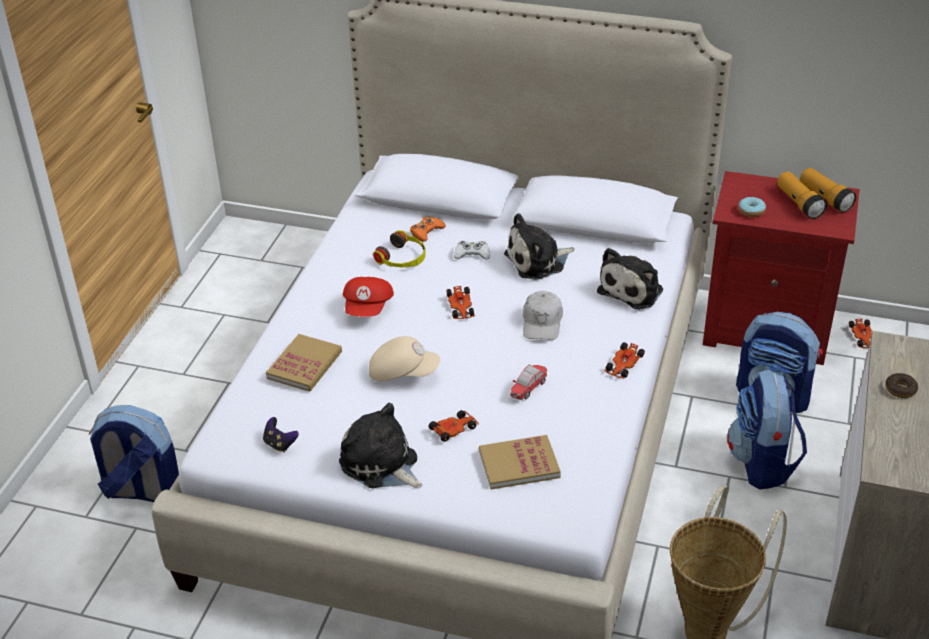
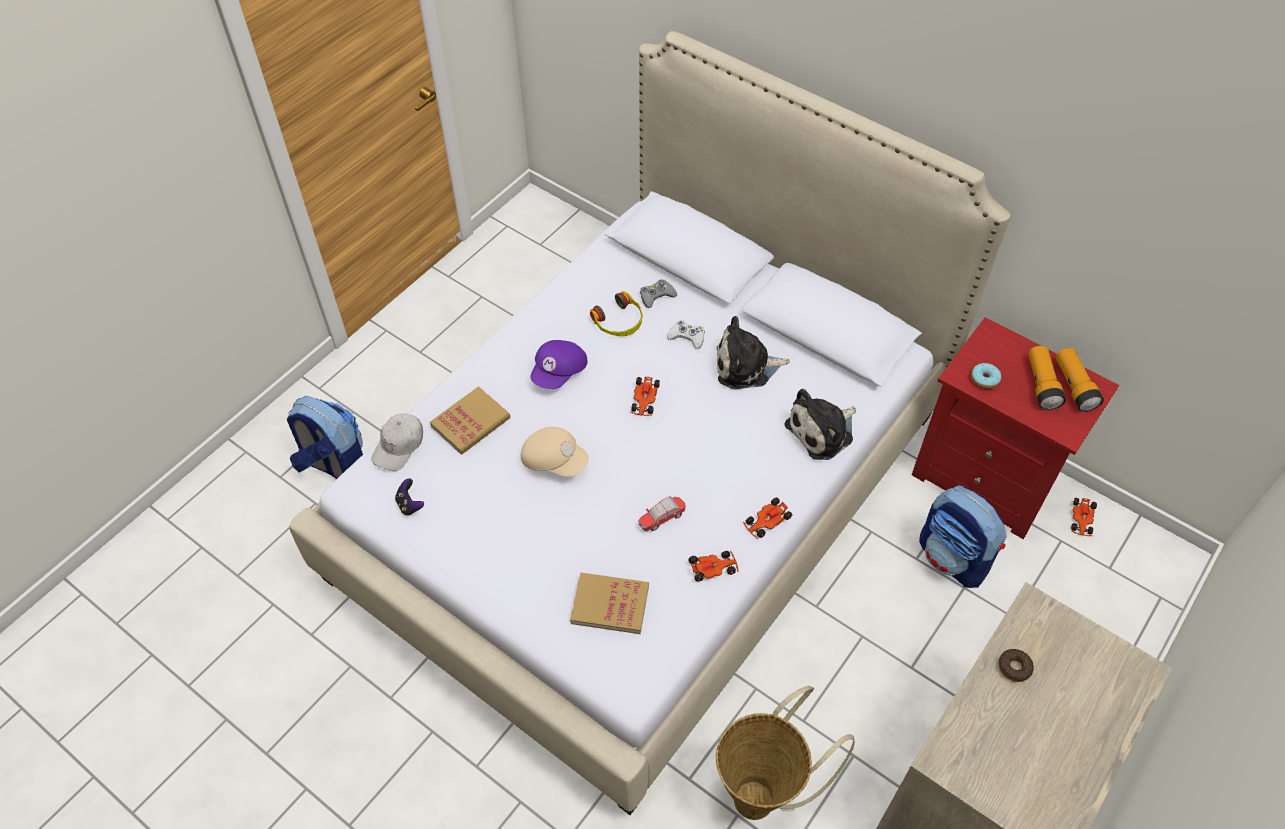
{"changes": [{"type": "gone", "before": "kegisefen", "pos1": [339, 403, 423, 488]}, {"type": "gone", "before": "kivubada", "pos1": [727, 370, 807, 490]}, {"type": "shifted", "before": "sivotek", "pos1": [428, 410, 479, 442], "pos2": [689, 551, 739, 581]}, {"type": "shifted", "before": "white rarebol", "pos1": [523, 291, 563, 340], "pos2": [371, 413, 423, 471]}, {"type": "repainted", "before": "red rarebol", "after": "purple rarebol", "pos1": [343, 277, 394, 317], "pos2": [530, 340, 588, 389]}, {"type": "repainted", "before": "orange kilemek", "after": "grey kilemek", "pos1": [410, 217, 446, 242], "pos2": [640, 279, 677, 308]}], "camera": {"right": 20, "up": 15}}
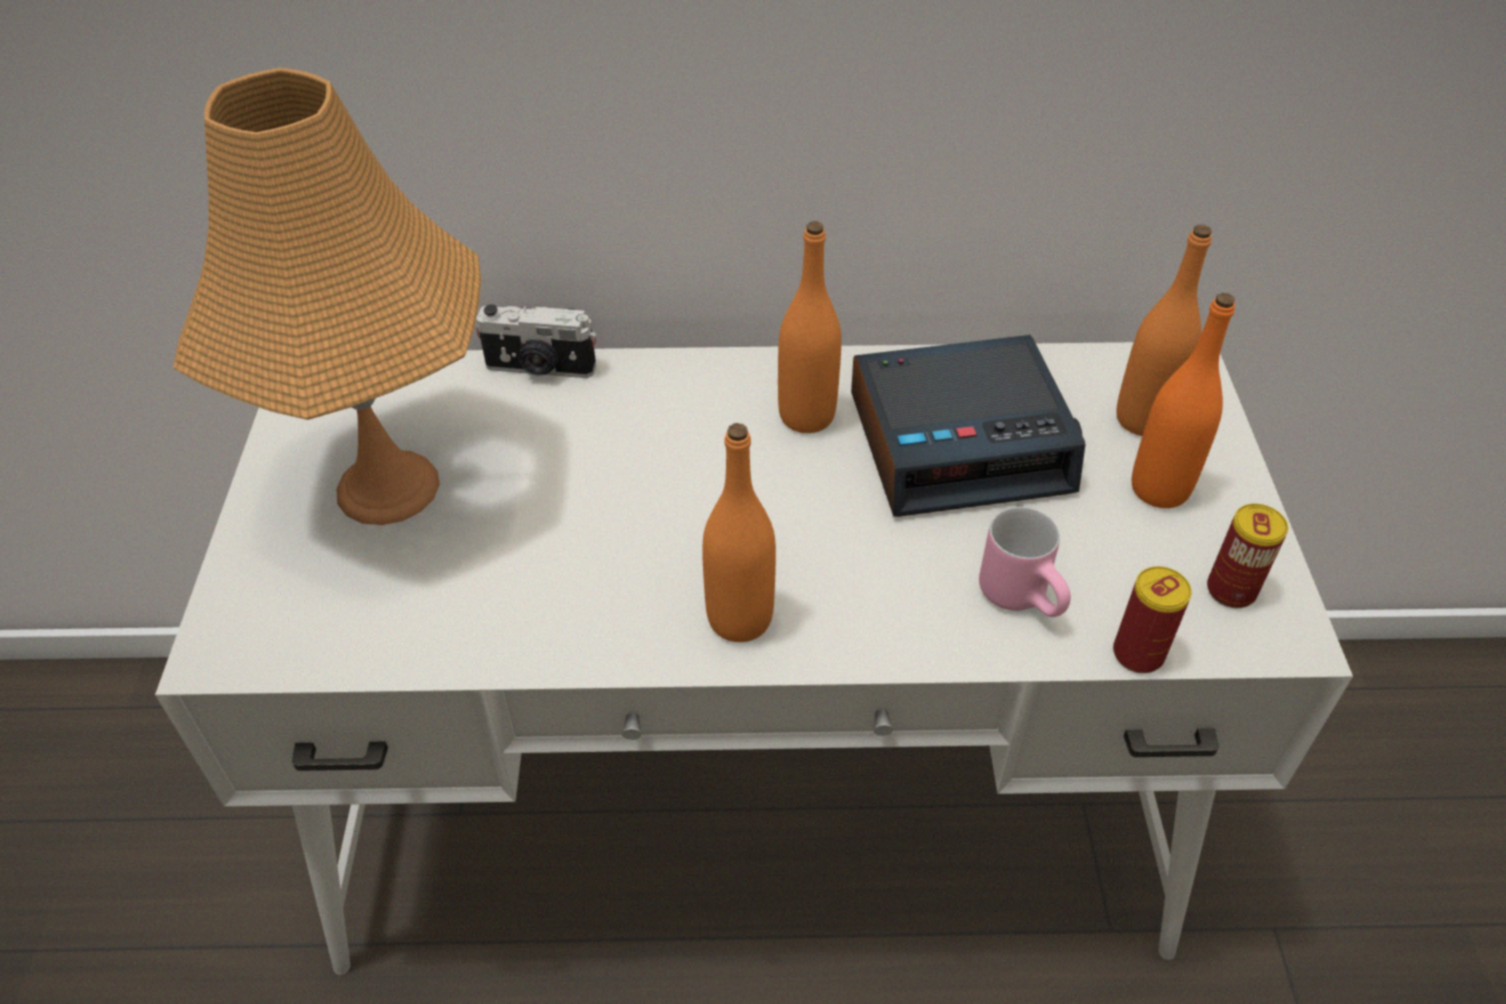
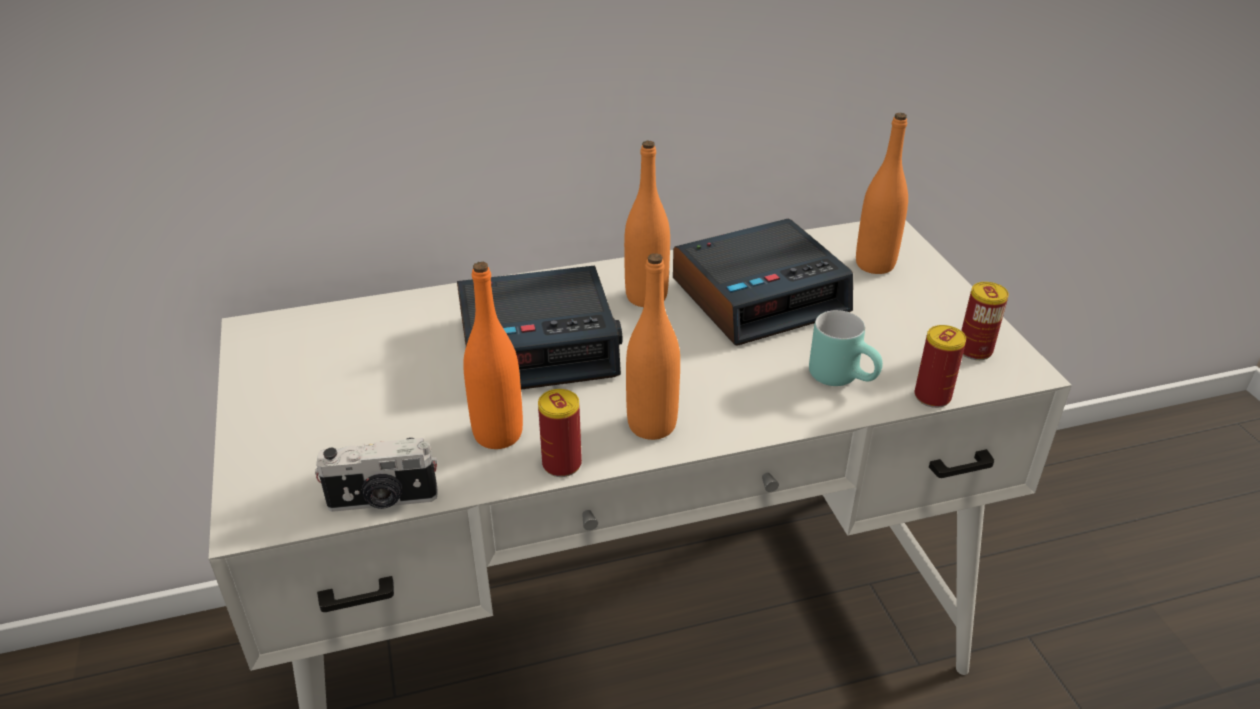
{"changes": [{"type": "gone", "before": "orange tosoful", "pos1": [173, 68, 481, 525]}, {"type": "new", "after": "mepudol", "pos2": [457, 265, 622, 390]}, {"type": "new", "after": "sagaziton", "pos2": [538, 389, 582, 477]}, {"type": "shifted", "before": "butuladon", "pos1": [476, 304, 596, 378], "pos2": [315, 438, 437, 512]}, {"type": "shifted", "before": "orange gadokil", "pos1": [1132, 293, 1235, 508], "pos2": [463, 262, 523, 449]}, {"type": "repainted", "before": "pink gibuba", "after": "turquoise gibuba", "pos1": [979, 507, 1071, 617], "pos2": [809, 310, 883, 386]}], "camera": {"right": -15, "up": -10}}
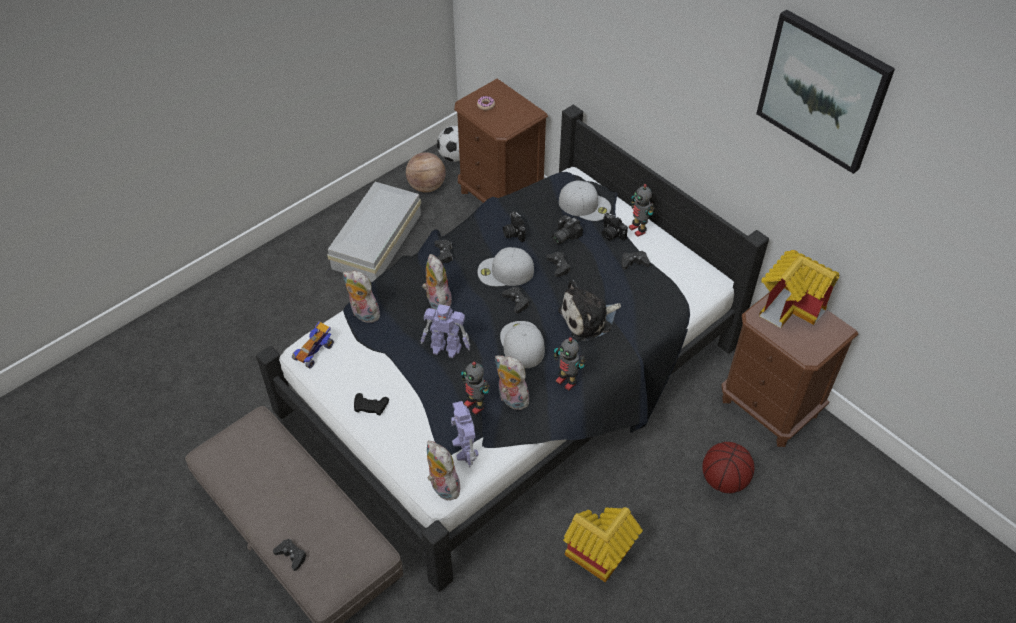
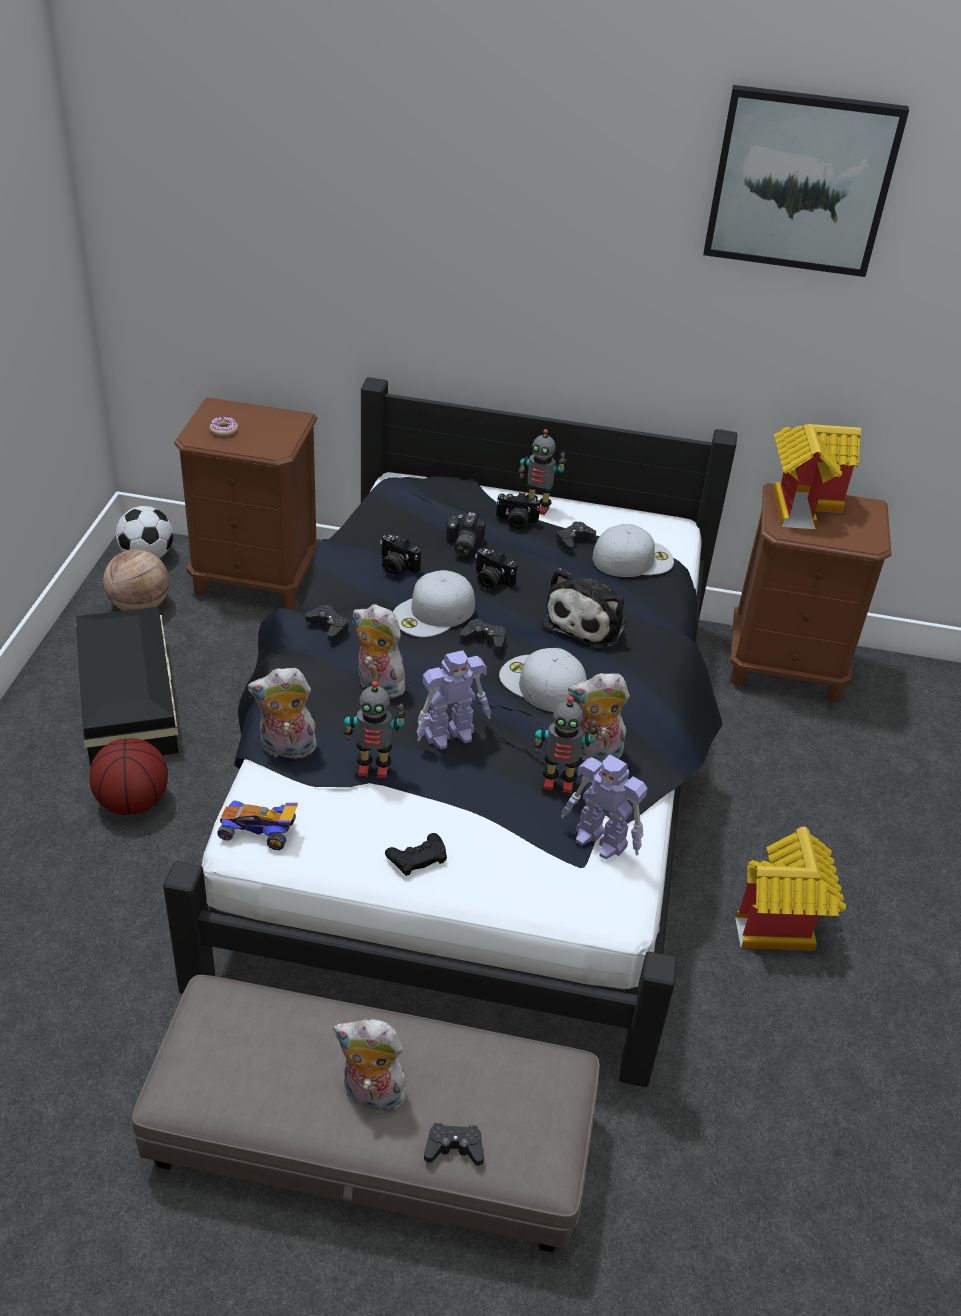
{"changes": [{"type": "shifted", "before": "kegisefen", "pos1": [427, 441, 460, 500], "pos2": [333, 1019, 411, 1117]}, {"type": "shifted", "before": "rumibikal", "pos1": [553, 337, 586, 390], "pos2": [343, 681, 406, 778]}, {"type": "shifted", "before": "white rarebol", "pos1": [559, 181, 611, 221], "pos2": [592, 524, 674, 577]}, {"type": "shifted", "before": "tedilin", "pos1": [702, 442, 754, 493], "pos2": [89, 738, 168, 815]}, {"type": "swapped", "before": "black kilemek", "after": "butuladon", "pos1": [546, 252, 570, 277], "pos2": [475, 548, 517, 590]}, {"type": "repainted", "before": "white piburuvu", "after": "black piburuvu", "pos1": [327, 182, 421, 282], "pos2": [76, 607, 179, 766]}, {"type": "rotated", "before": "sivotek", "pos1": [292, 321, 334, 368], "pos2": [217, 801, 298, 850], "turn": 105}], "camera": {"right": -40, "up": -10}}
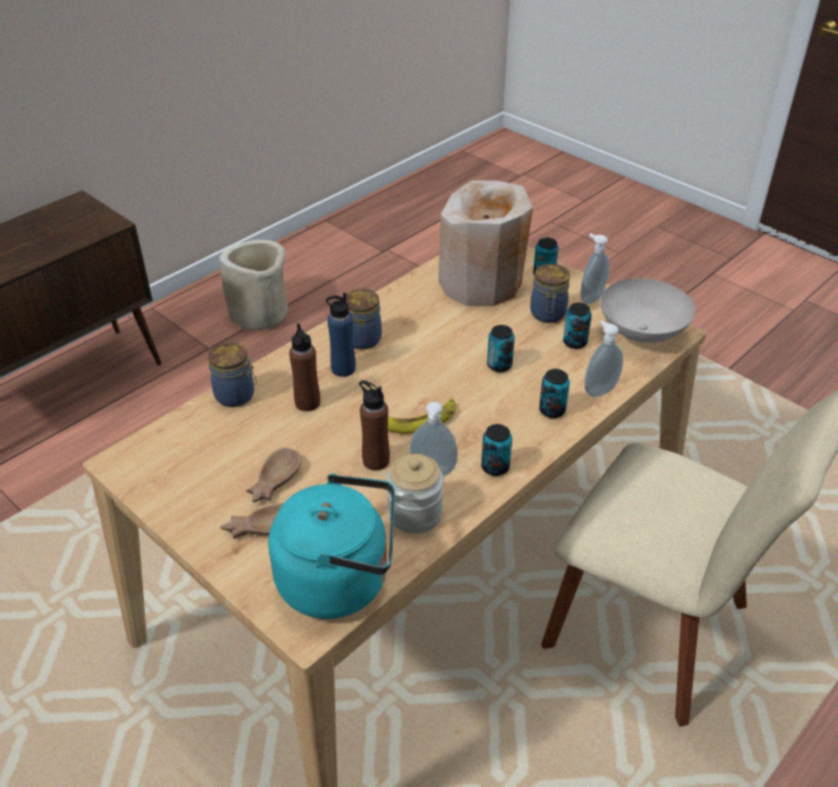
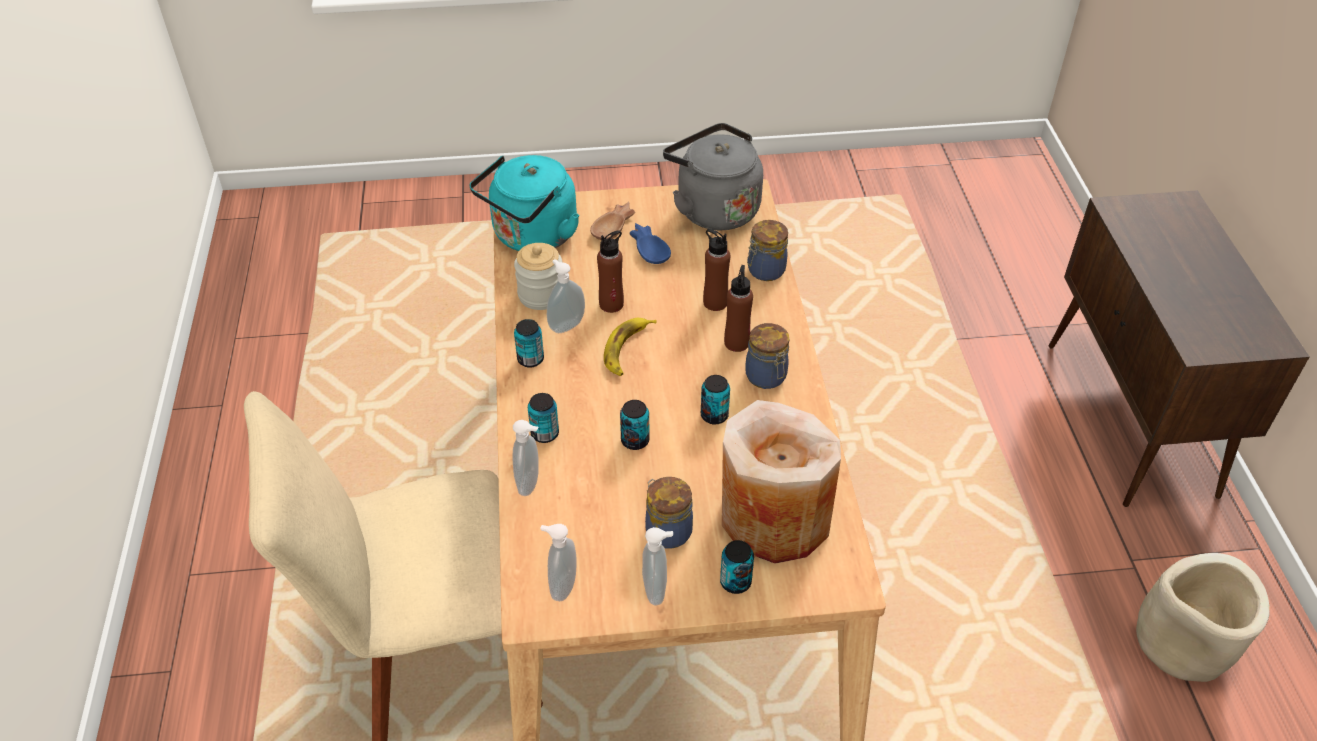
{"changes": [{"type": "new", "after": "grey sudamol", "pos2": [663, 123, 763, 230]}, {"type": "shifted", "before": "sagaziton", "pos1": [563, 303, 592, 349], "pos2": [701, 375, 730, 425]}, {"type": "swapped", "before": "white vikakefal", "after": "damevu", "pos1": [600, 278, 695, 343], "pos2": [540, 524, 577, 601]}, {"type": "repainted", "before": "brown vikakefal", "after": "blue vikakefal", "pos1": [246, 448, 302, 502], "pos2": [629, 223, 671, 264]}, {"type": "repainted", "before": "blue gadokil", "after": "brown gadokil", "pos1": [326, 292, 356, 377], "pos2": [724, 265, 753, 352]}], "camera": {"right": 130, "up": 5}}
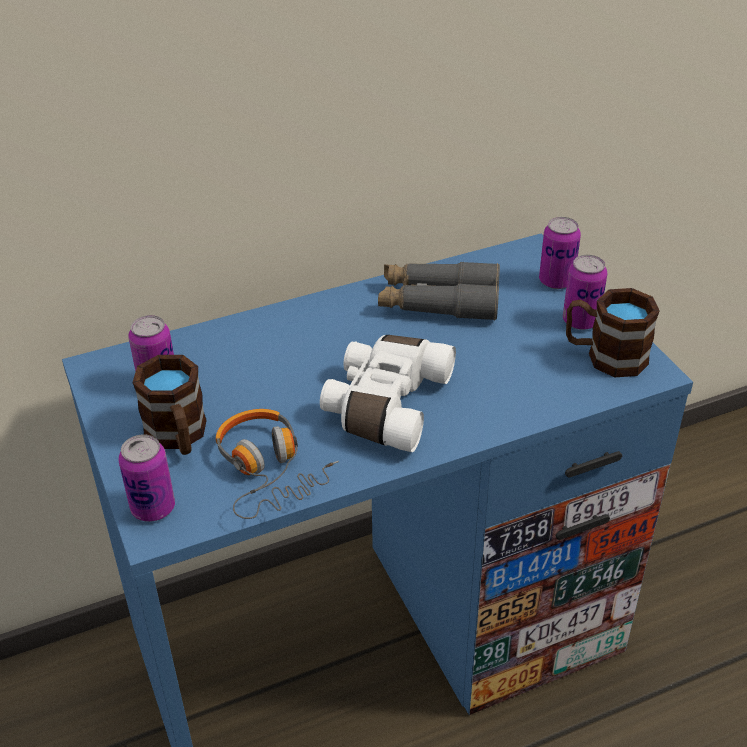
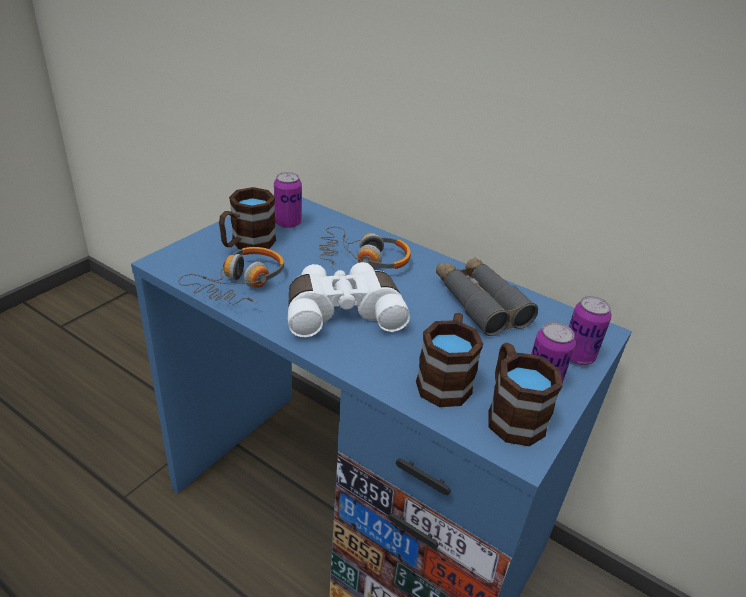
{"changes": [{"type": "gone", "before": "sagaziton", "pos1": [118, 434, 175, 522]}, {"type": "new", "after": "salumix", "pos2": [319, 226, 411, 269]}, {"type": "new", "after": "brown gibuba", "pos2": [416, 313, 483, 407]}], "camera": {"right": 55, "up": -5}}
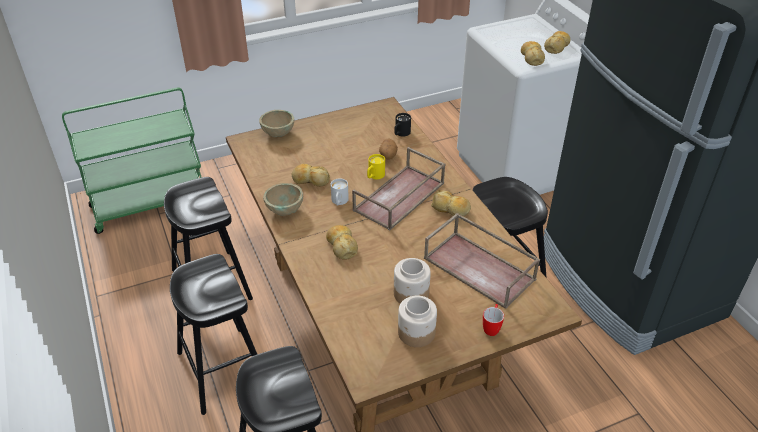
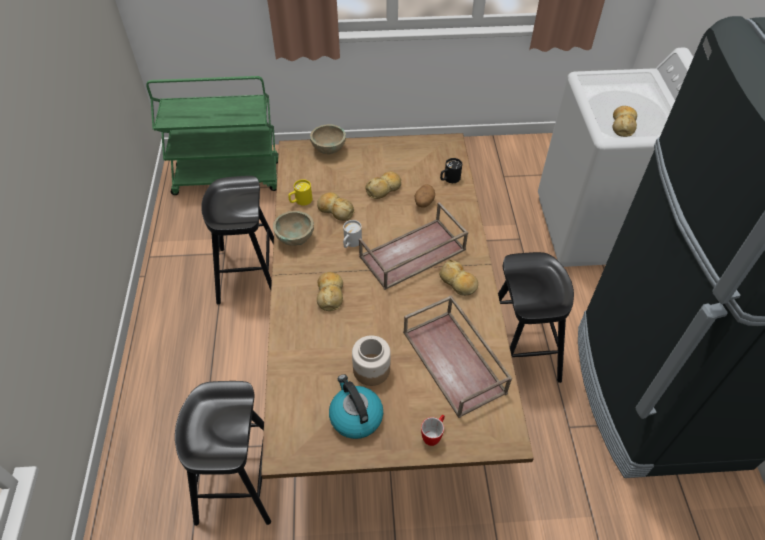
{"changes": [{"type": "gone", "before": "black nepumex", "pos1": [170, 254, 257, 415]}, {"type": "shifted", "before": "yellow gibuba", "pos1": [367, 154, 385, 179], "pos2": [288, 179, 312, 206]}, {"type": "shifted", "before": "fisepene", "pos1": [544, 31, 570, 54], "pos2": [366, 171, 401, 199]}, {"type": "swapped", "before": "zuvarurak", "after": "sudamol", "pos1": [398, 295, 437, 347], "pos2": [329, 374, 383, 439]}], "camera": {"right": 20, "up": 10}}
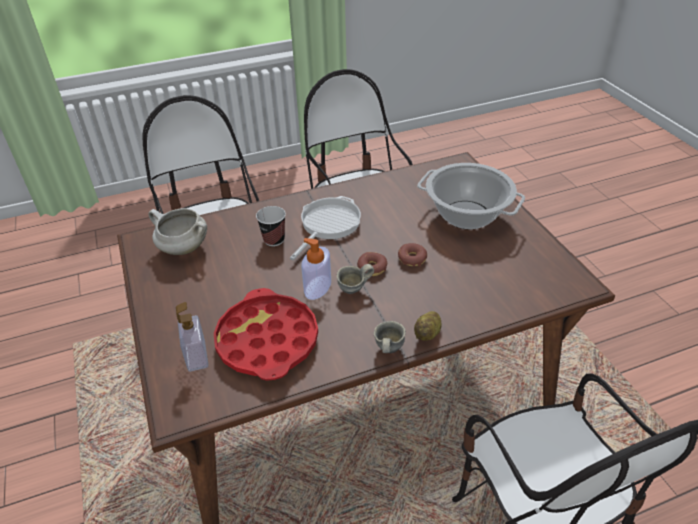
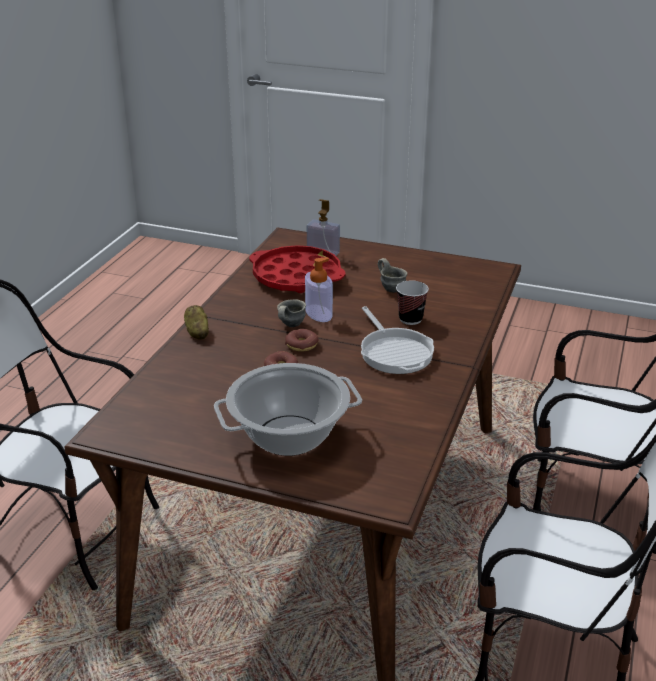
{"changes": [{"type": "gone", "before": "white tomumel", "pos1": [148, 208, 207, 255]}, {"type": "shifted", "before": "grey gibuba", "pos1": [374, 321, 406, 353], "pos2": [378, 258, 407, 293]}], "camera": {"right": 130, "up": -10}}
